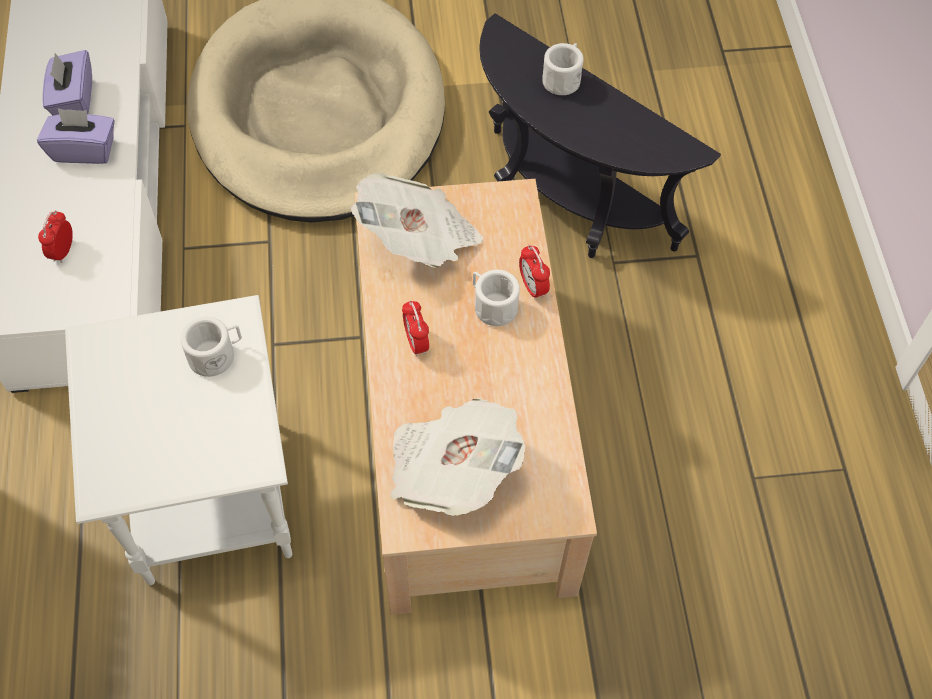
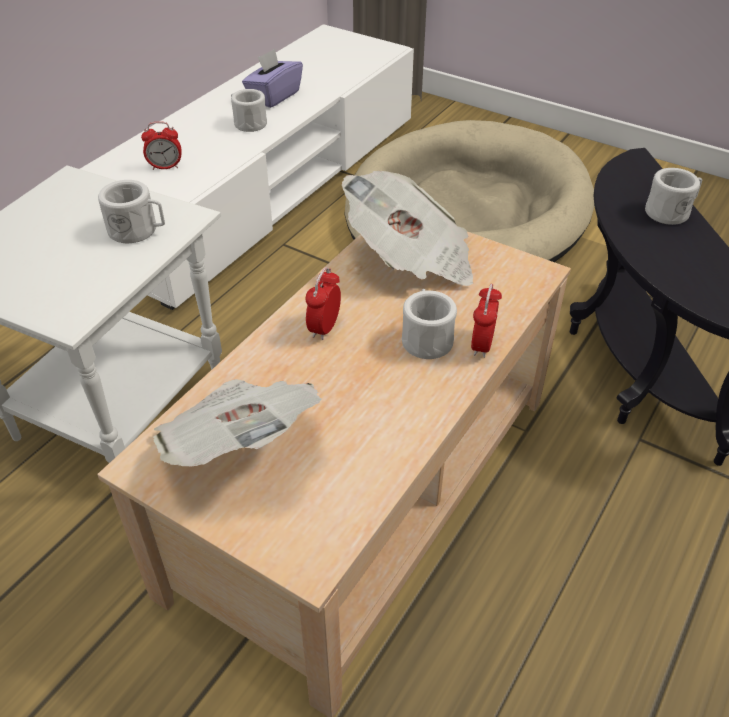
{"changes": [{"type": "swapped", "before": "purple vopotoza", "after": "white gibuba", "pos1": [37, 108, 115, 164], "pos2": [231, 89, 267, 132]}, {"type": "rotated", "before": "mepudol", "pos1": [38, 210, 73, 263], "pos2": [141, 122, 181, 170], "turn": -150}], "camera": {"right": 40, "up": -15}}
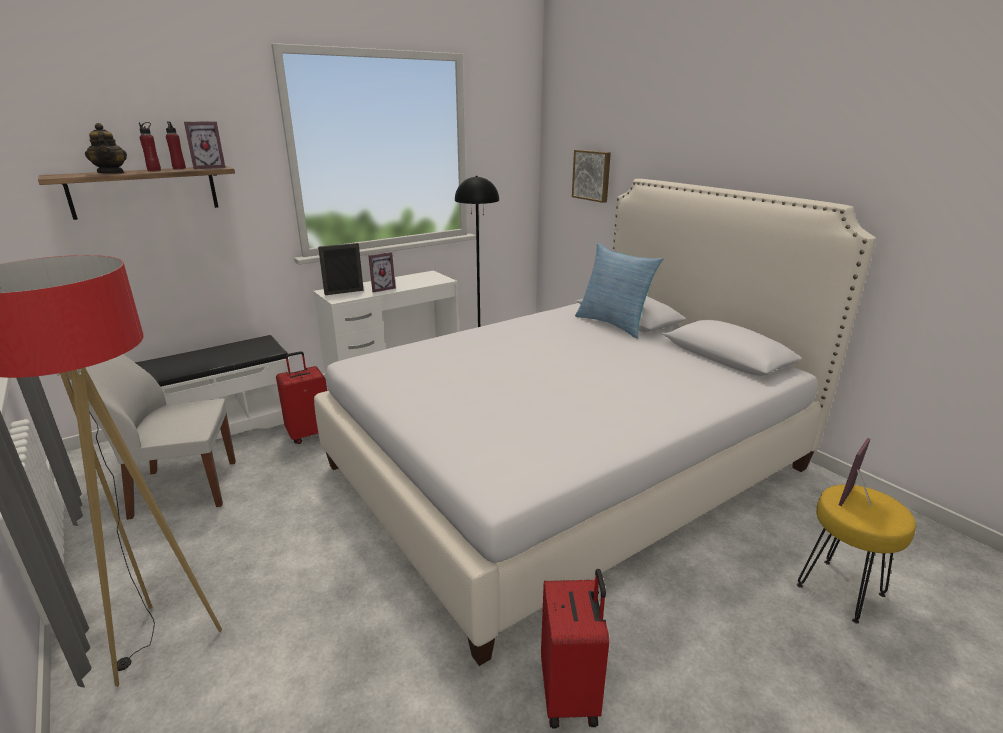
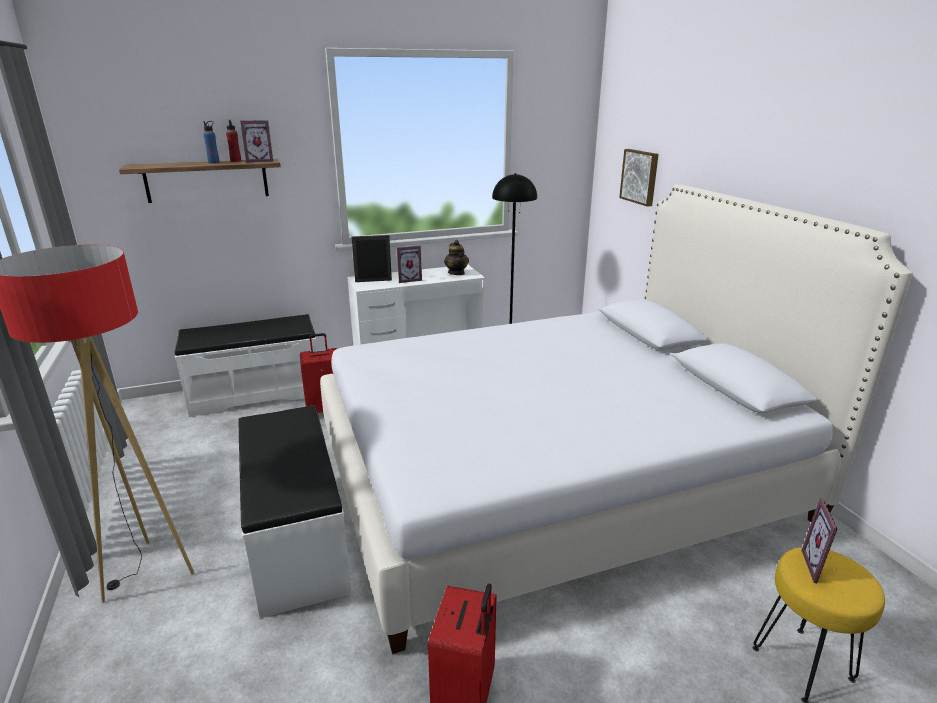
{"changes": [{"type": "gone", "before": "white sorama", "pos1": [70, 354, 236, 520]}, {"type": "gone", "before": "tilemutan", "pos1": [575, 243, 664, 339]}, {"type": "new", "after": "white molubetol", "pos2": [238, 406, 352, 618]}, {"type": "shifted", "before": "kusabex", "pos1": [85, 123, 127, 174], "pos2": [444, 240, 469, 275]}, {"type": "repainted", "before": "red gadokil", "after": "blue gadokil", "pos1": [139, 122, 161, 171], "pos2": [204, 121, 220, 164]}, {"type": "rotated", "before": "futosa", "pos1": [839, 438, 871, 506], "pos2": [801, 498, 837, 583], "turn": -45}], "camera": {"right": 15, "up": 0}}
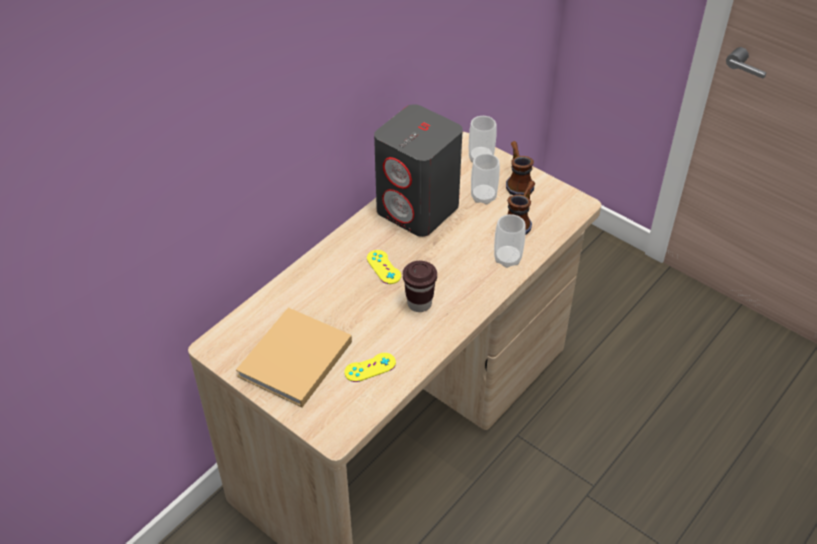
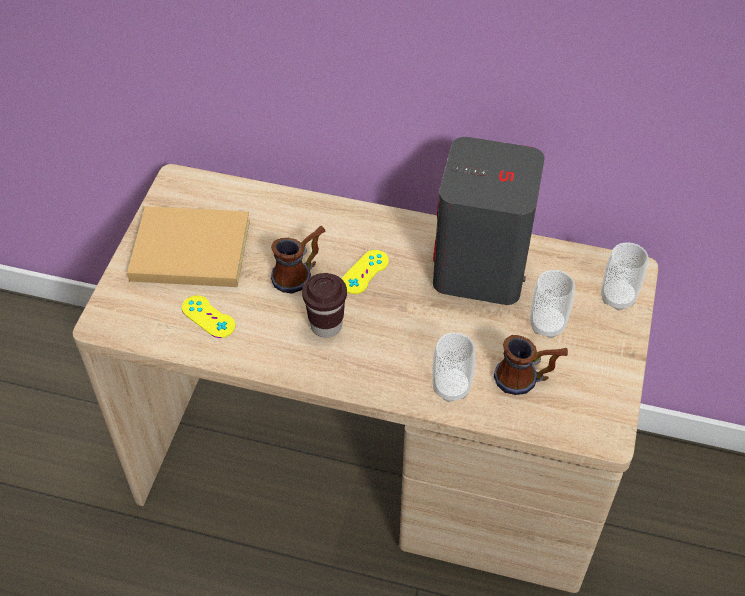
{"changes": [{"type": "shifted", "before": "gibuba", "pos1": [506, 141, 534, 195], "pos2": [271, 226, 326, 294]}], "camera": {"right": 65, "up": 5}}
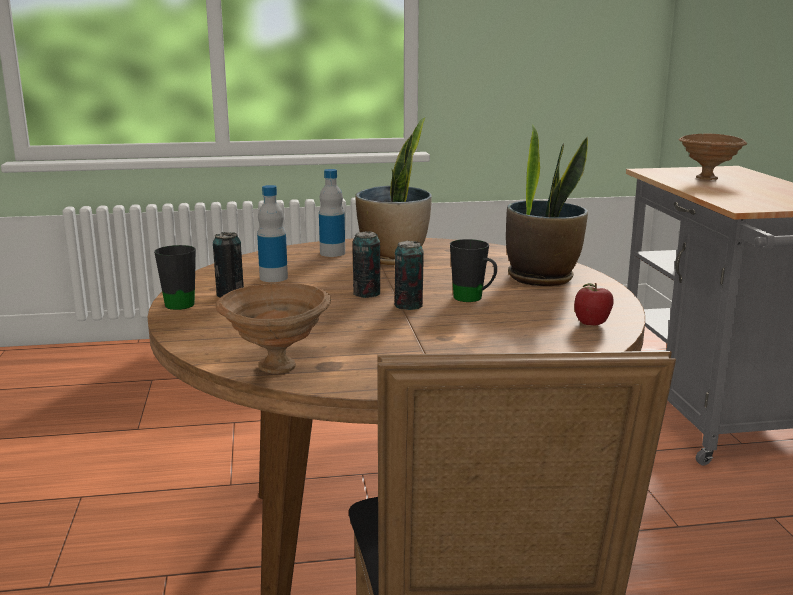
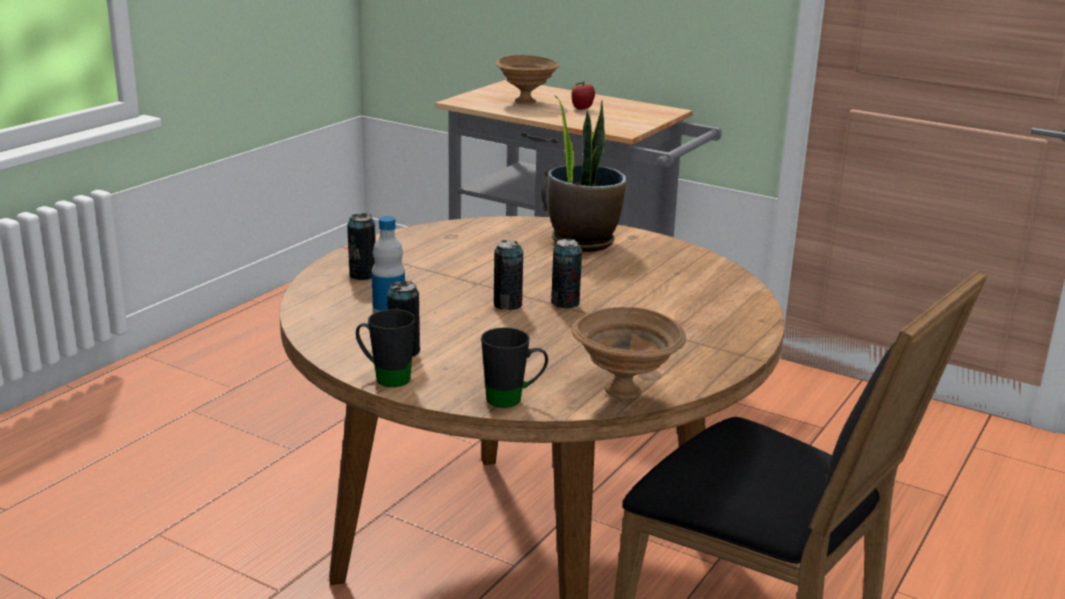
{"changes": [{"type": "gone", "before": "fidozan", "pos1": [355, 118, 432, 265]}, {"type": "shifted", "before": "black gibuba", "pos1": [450, 239, 497, 302], "pos2": [481, 328, 548, 408]}, {"type": "shifted", "before": "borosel", "pos1": [575, 283, 614, 325], "pos2": [572, 81, 595, 110]}, {"type": "swapped", "before": "gadokil", "after": "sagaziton", "pos1": [319, 169, 345, 257], "pos2": [347, 213, 376, 280]}], "camera": {"right": -50, "up": 5}}
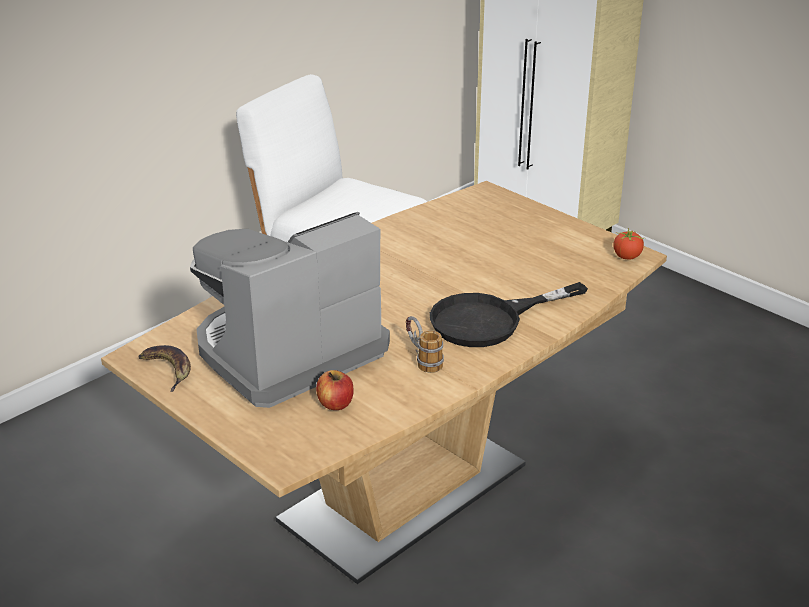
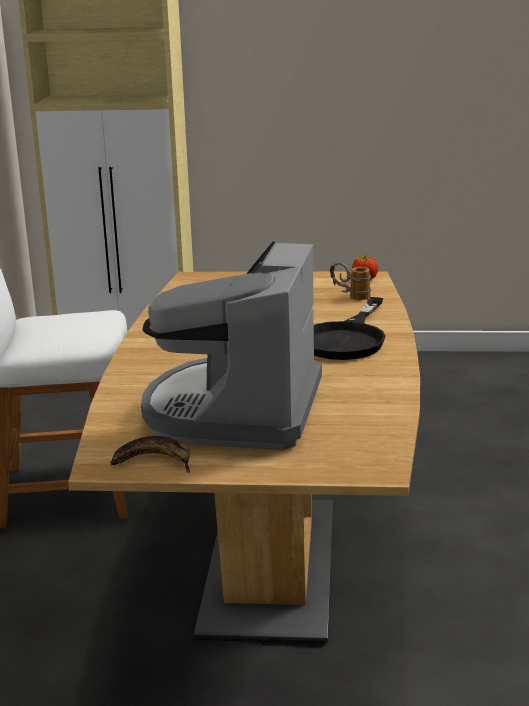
{"changes": [{"type": "gone", "before": "borosel", "pos1": [316, 370, 354, 410]}, {"type": "shifted", "before": "gibuba", "pos1": [406, 316, 444, 373], "pos2": [330, 262, 371, 300]}], "camera": {"right": -40, "up": -10}}
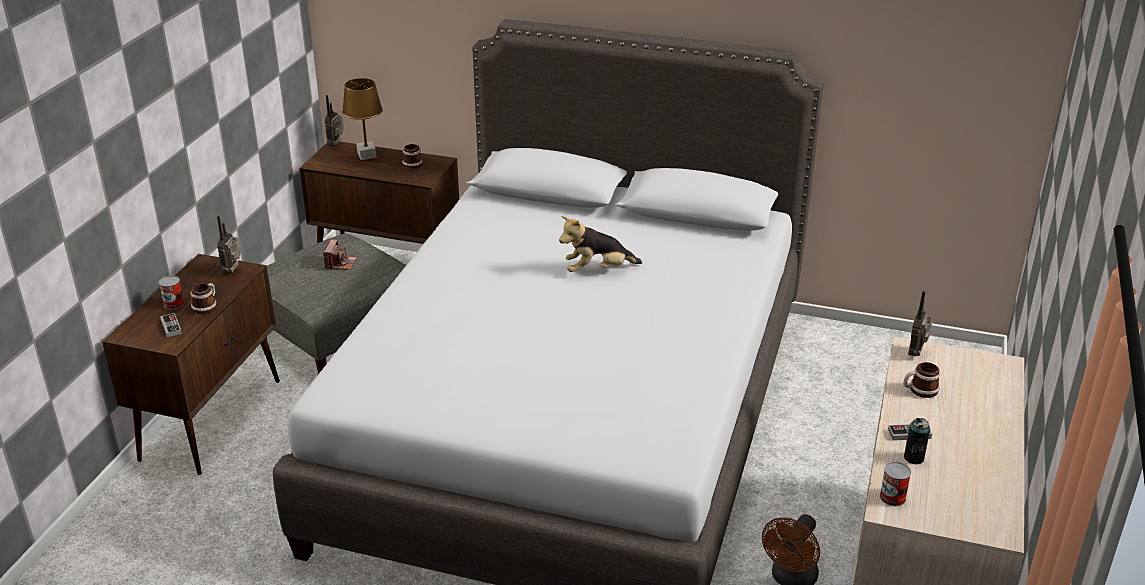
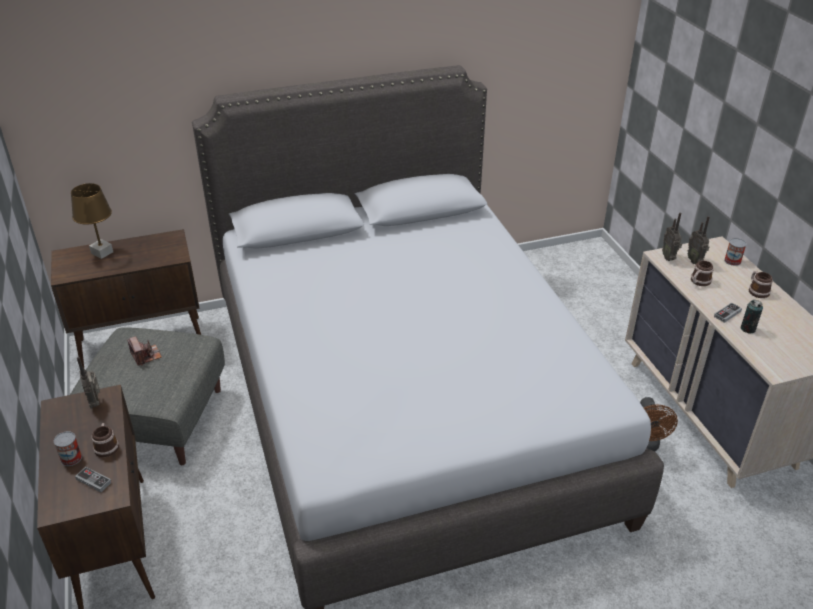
{"changes": [{"type": "gone", "before": "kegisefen", "pos1": [559, 216, 642, 272]}, {"type": "shifted", "before": "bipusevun", "pos1": [325, 95, 344, 146], "pos2": [688, 216, 710, 264]}, {"type": "shifted", "before": "gibuba", "pos1": [402, 144, 423, 169], "pos2": [749, 271, 773, 298]}, {"type": "shifted", "before": "sagaziton", "pos1": [880, 462, 911, 506], "pos2": [724, 238, 747, 266]}], "camera": {"right": -35, "up": 5}}
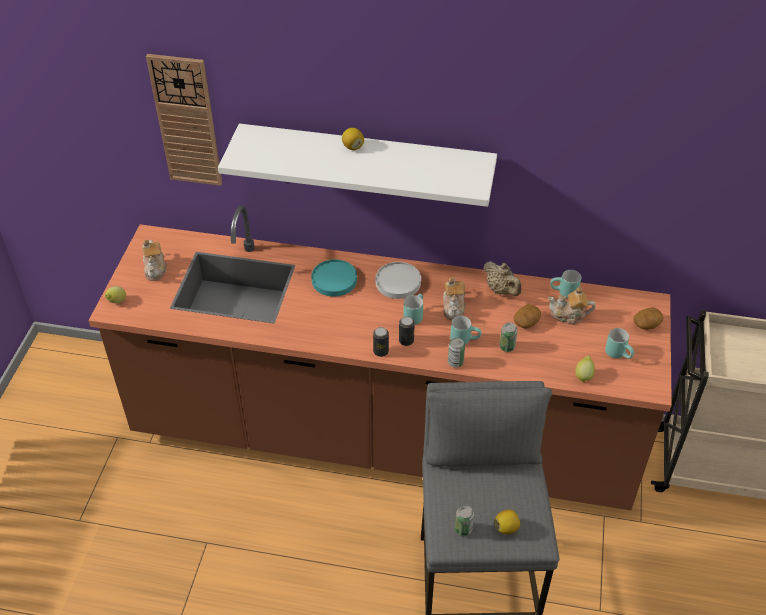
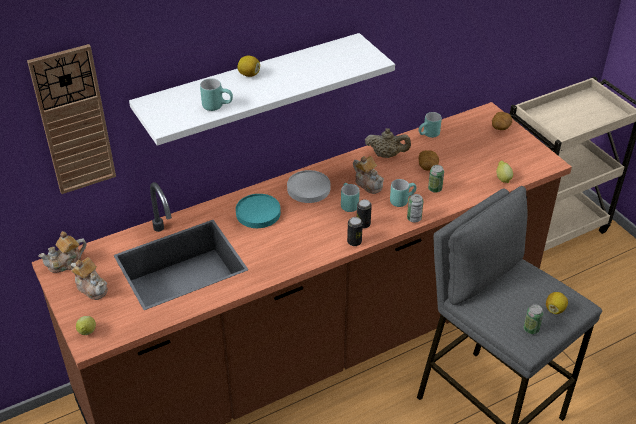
{"changes": [{"type": "shifted", "before": "kusabex", "pos1": [548, 287, 596, 325], "pos2": [38, 231, 87, 273]}, {"type": "shifted", "before": "turquoise gibuba", "pos1": [605, 328, 634, 359], "pos2": [200, 78, 233, 111]}], "camera": {"right": -40, "up": -5}}
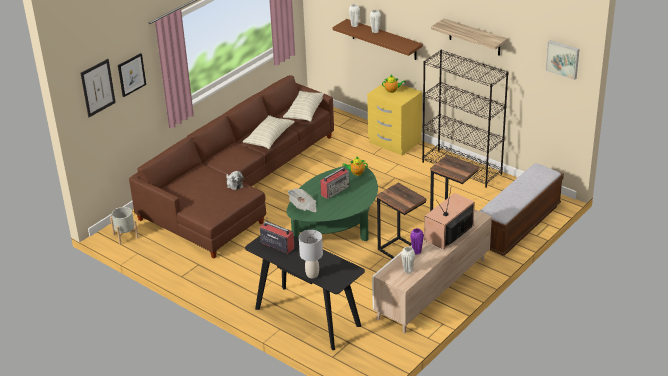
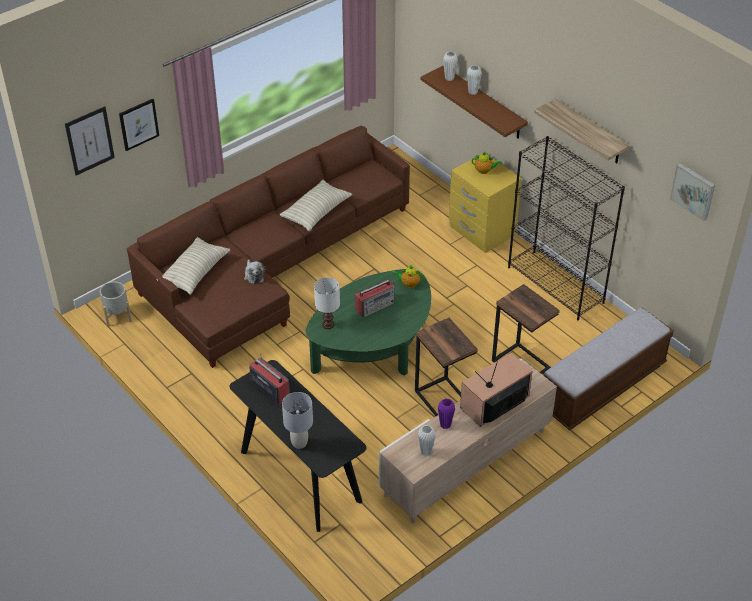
{"changes": [{"type": "shifted", "before": "tilemutan", "pos1": [283, 91, 327, 122], "pos2": [157, 237, 230, 295]}, {"type": "swapped", "before": "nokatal", "after": "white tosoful", "pos1": [288, 188, 316, 212], "pos2": [314, 277, 340, 329]}], "camera": {"right": 10, "up": 10}}
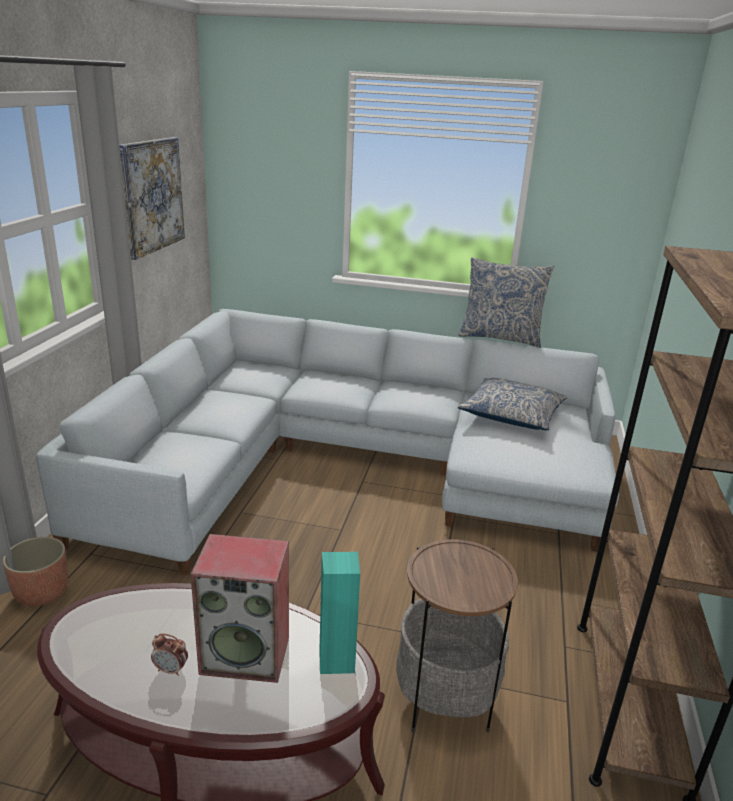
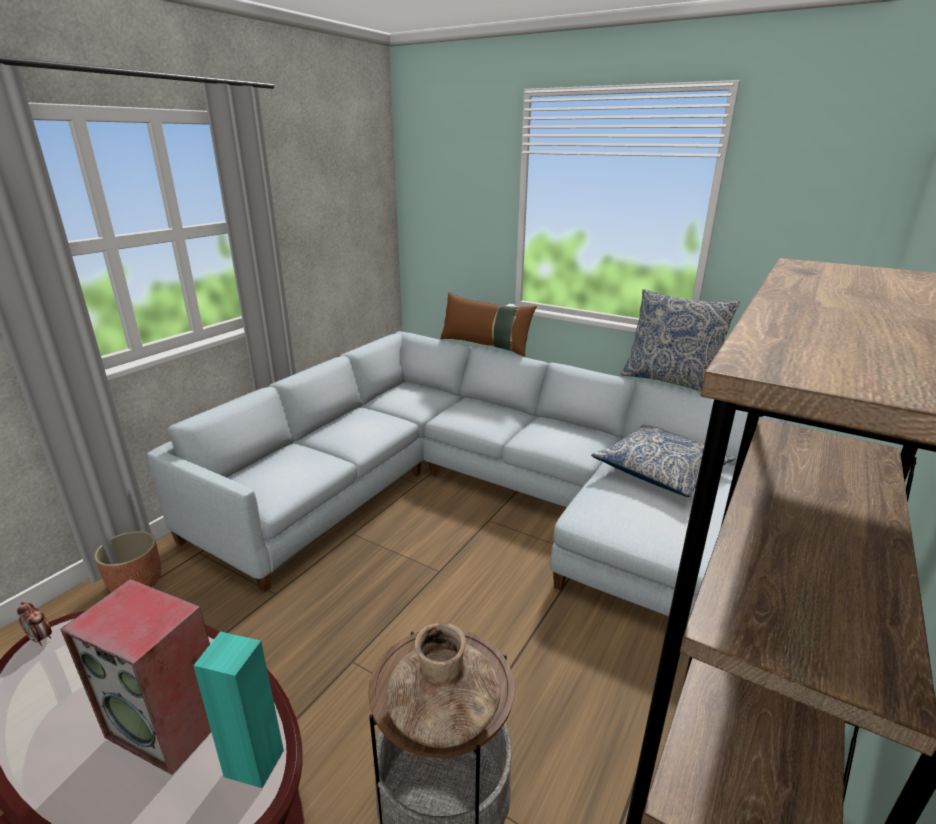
{"changes": [{"type": "gone", "before": "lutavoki", "pos1": [119, 137, 185, 260]}, {"type": "new", "after": "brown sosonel", "pos2": [386, 623, 500, 748]}, {"type": "new", "after": "brown tilemutan", "pos2": [440, 292, 537, 356]}, {"type": "shifted", "before": "mepudol", "pos1": [151, 634, 188, 676], "pos2": [17, 602, 52, 646]}], "camera": {"right": 20, "up": 0}}
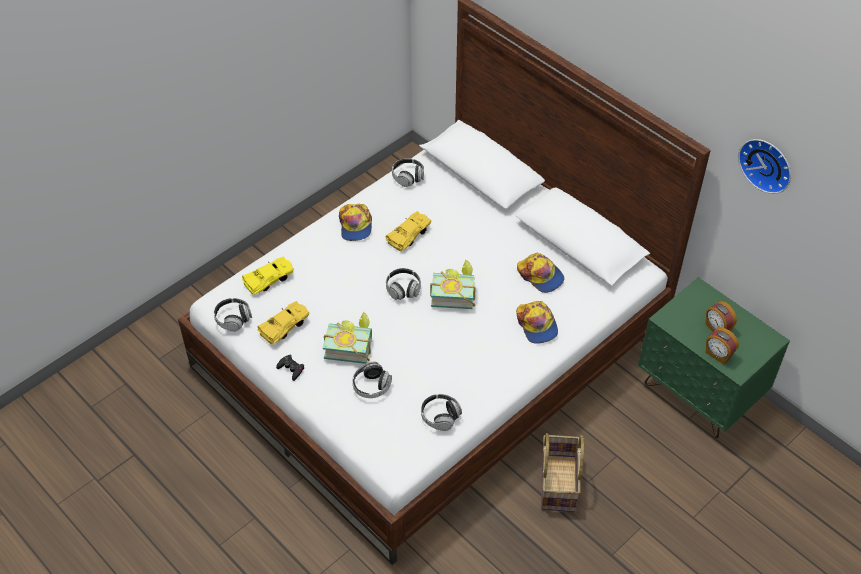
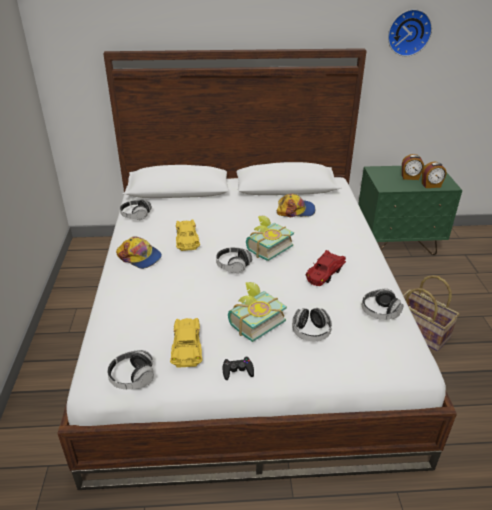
{"changes": [{"type": "gone", "before": "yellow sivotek", "pos1": [242, 256, 294, 295]}, {"type": "gone", "before": "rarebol", "pos1": [516, 301, 558, 344]}, {"type": "new", "after": "red sivotek", "pos2": [306, 250, 346, 286]}], "camera": {"right": -50, "up": -15}}
